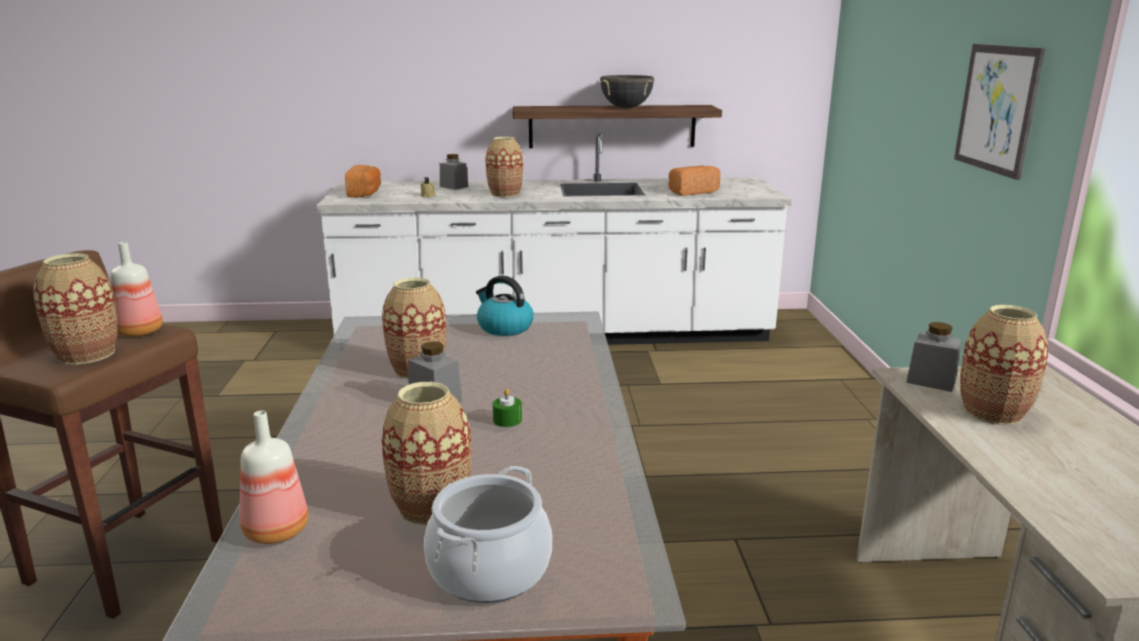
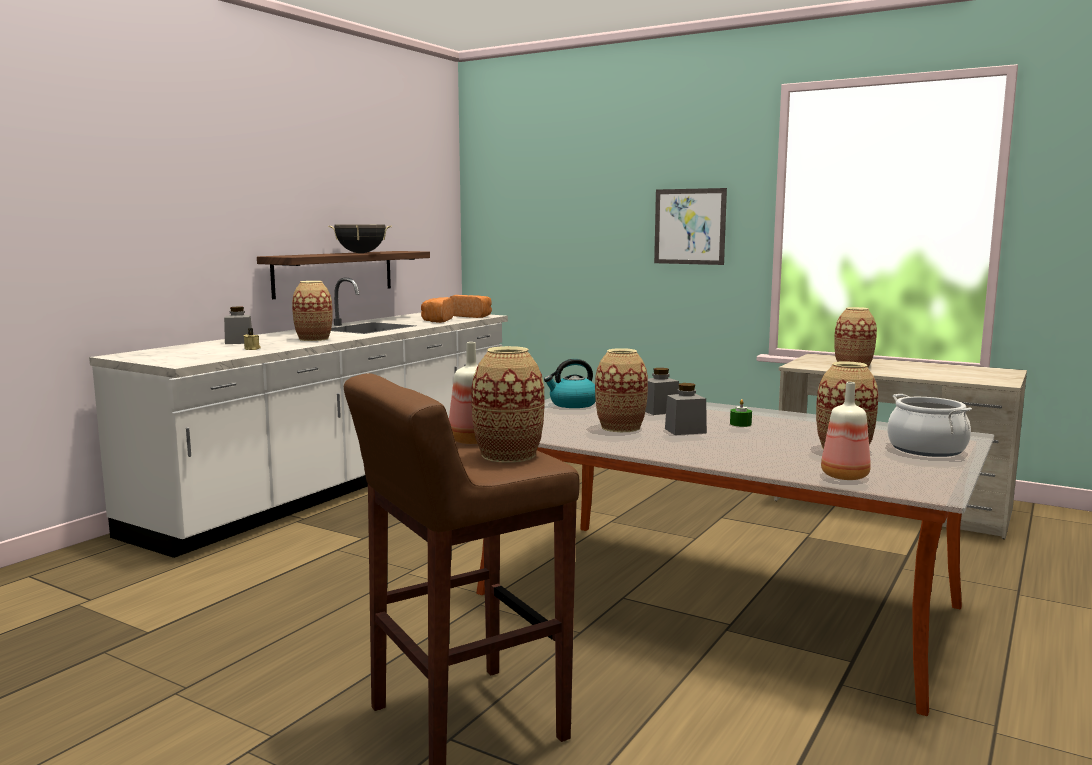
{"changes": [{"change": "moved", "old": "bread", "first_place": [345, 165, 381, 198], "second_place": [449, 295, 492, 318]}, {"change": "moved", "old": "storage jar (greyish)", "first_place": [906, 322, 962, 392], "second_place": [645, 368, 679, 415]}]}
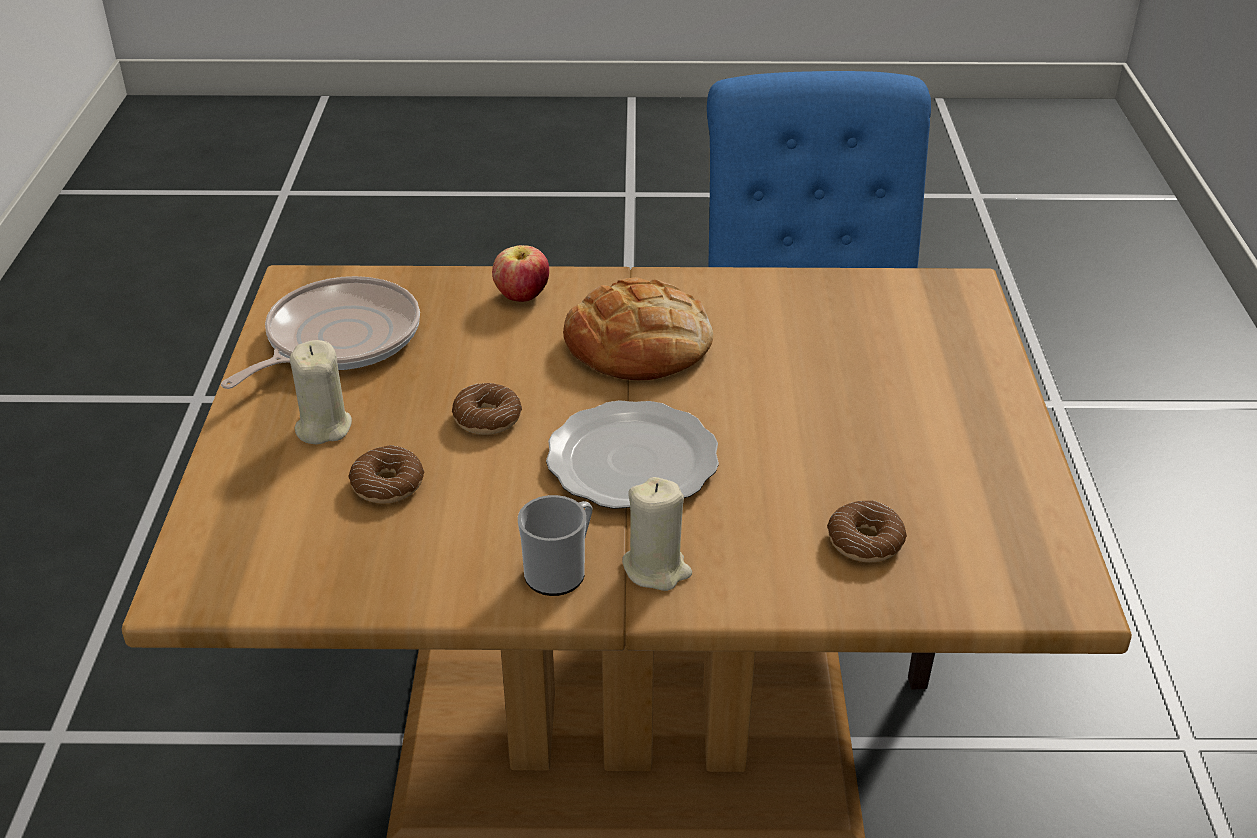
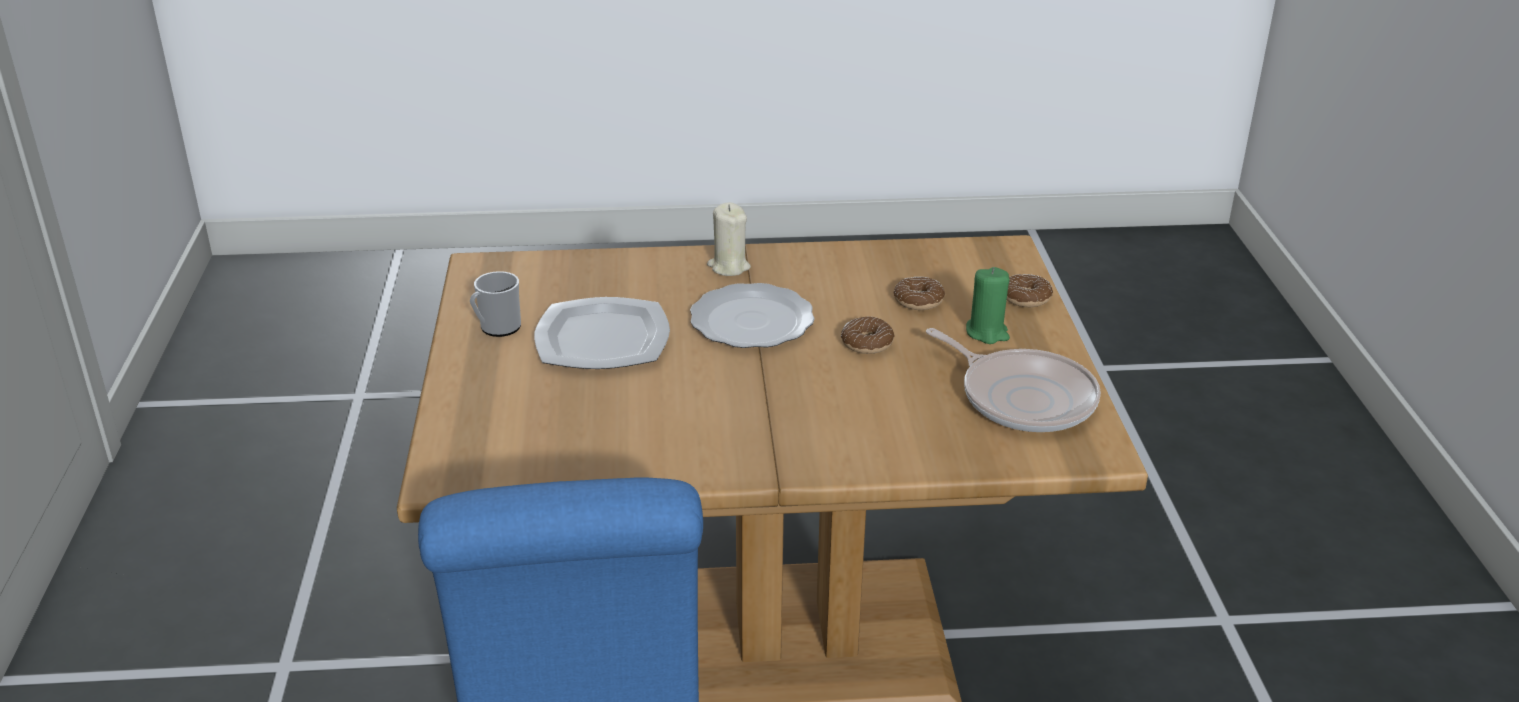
{"changes": [{"change": "removed", "old": "apple", "first_place": [492, 245, 549, 302]}, {"change": "turned", "old": "frying pan", "first_place": [221, 276, 420, 389], "second_place": [926, 328, 1101, 432], "degrees": -75}, {"change": "removed", "old": "bread", "first_place": [563, 277, 713, 380]}, {"change": "recoloured", "old": "wax light (sand-coloured)", "new": "wax light (green)", "first_place": [290, 340, 352, 444], "second_place": [966, 267, 1010, 344]}, {"change": "moved", "old": "mug", "first_place": [518, 495, 592, 596], "second_place": [470, 271, 521, 337]}, {"change": "moved", "old": "donut", "first_place": [827, 500, 907, 562], "second_place": [1007, 274, 1053, 307]}, {"change": "added", "new": "plate", "second_place": [534, 297, 670, 369]}]}
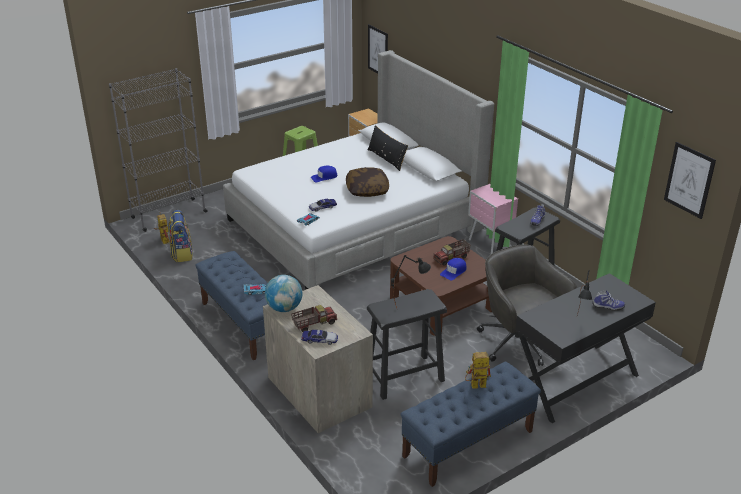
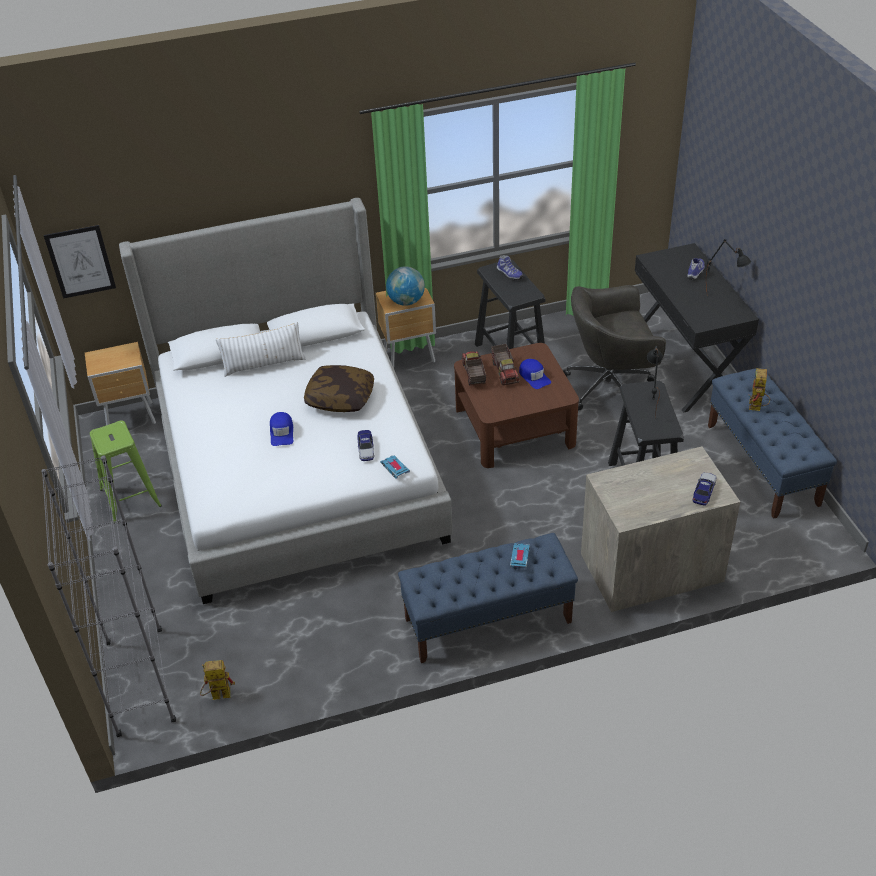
{"changes": [{"change": "recoloured", "old": "throw pillow (black-coloured)", "new": "throw pillow (whitish)", "first_place": [368, 125, 408, 171], "second_place": [216, 322, 305, 377]}, {"change": "removed", "old": "picture", "first_place": [664, 142, 716, 219]}, {"change": "recoloured", "old": "night table (pinkish)", "new": "night table (brown-coloured)", "first_place": [468, 184, 518, 254], "second_place": [376, 288, 436, 368]}, {"change": "removed", "old": "knapsack", "first_place": [169, 210, 193, 262]}, {"change": "moved", "old": "world globe", "first_place": [265, 275, 302, 312], "second_place": [386, 266, 425, 306]}, {"change": "moved", "old": "toy truck", "first_place": [291, 305, 337, 332], "second_place": [462, 351, 486, 385]}]}
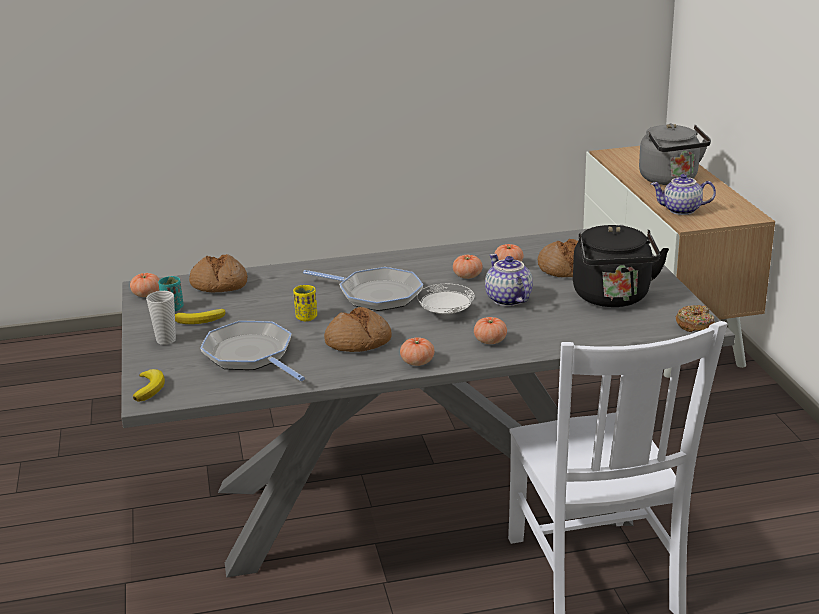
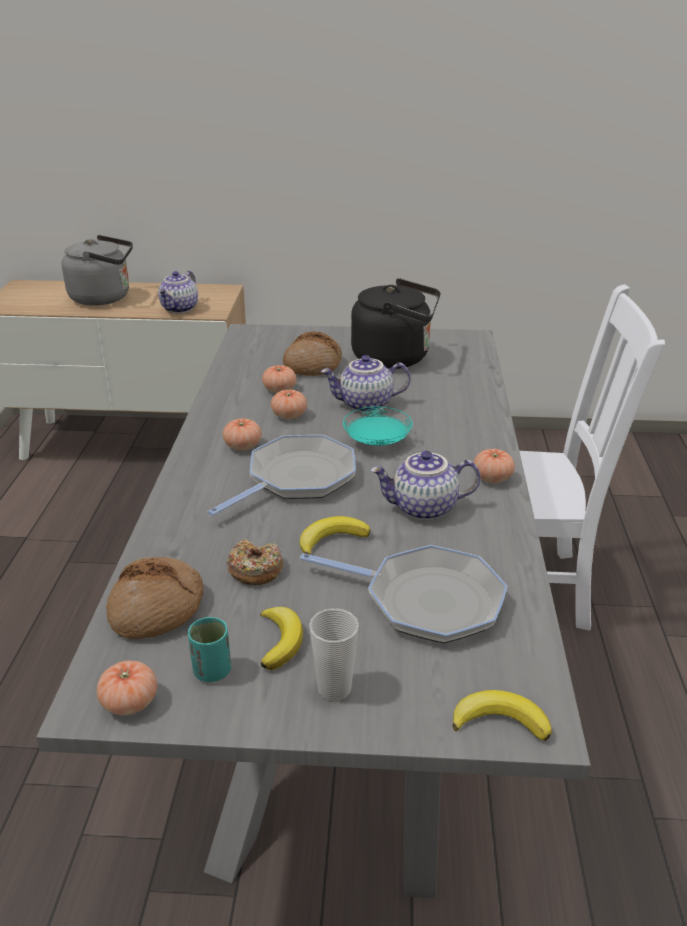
{"changes": [{"change": "recoloured", "old": "plate (whitish)", "new": "plate (blue-green)", "first_place": [417, 284, 475, 314], "second_place": [343, 406, 413, 446]}, {"change": "replaced", "old": "small cup (yellowish)", "new": "whole banana", "first_place": [293, 285, 317, 321], "second_place": [299, 516, 370, 555]}, {"change": "moved", "old": "donut", "first_place": [676, 305, 715, 332], "second_place": [227, 539, 283, 585]}, {"change": "replaced", "old": "bread", "new": "tea pot", "first_place": [324, 307, 392, 352], "second_place": [370, 451, 481, 521]}, {"change": "moved", "old": "whole tomato", "first_place": [474, 317, 507, 344], "second_place": [223, 418, 262, 450]}, {"change": "turned", "old": "frying pan", "first_place": [200, 321, 305, 381], "second_place": [300, 545, 508, 643], "degrees": -135}]}
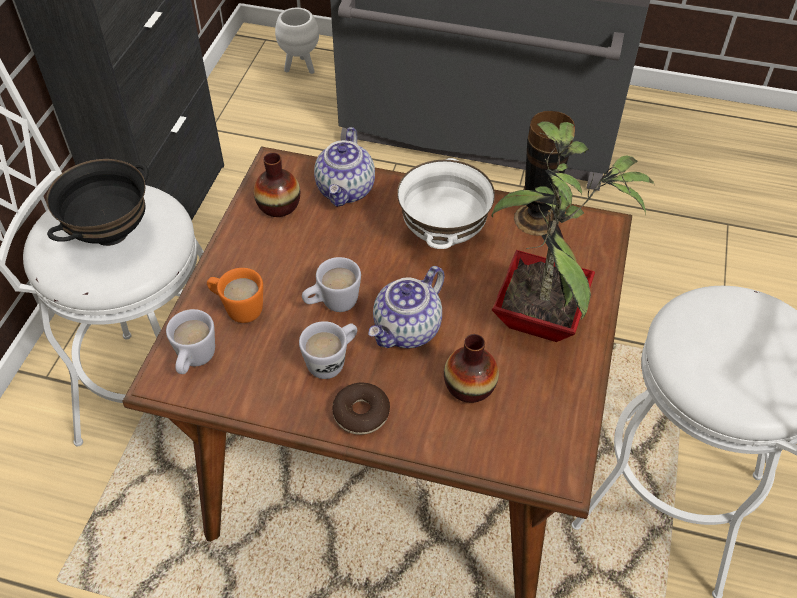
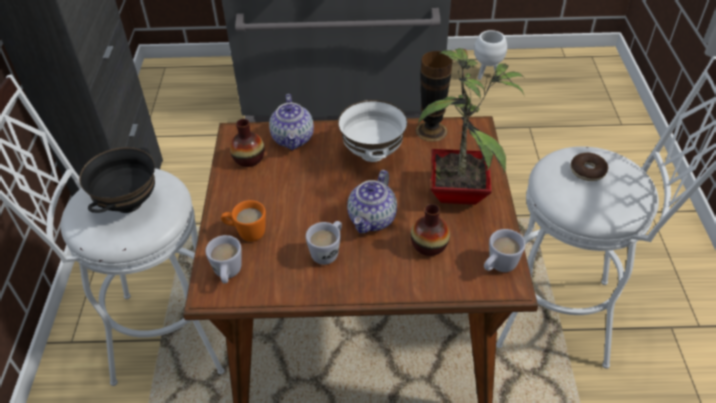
{"changes": [{"change": "moved", "old": "plant pot (whitish)", "first_place": [275, 8, 319, 74], "second_place": [474, 30, 507, 80]}, {"change": "moved", "old": "mug (whitish)", "first_place": [302, 257, 361, 312], "second_place": [484, 229, 525, 272]}, {"change": "moved", "old": "donut", "first_place": [332, 383, 390, 435], "second_place": [571, 153, 608, 181]}]}
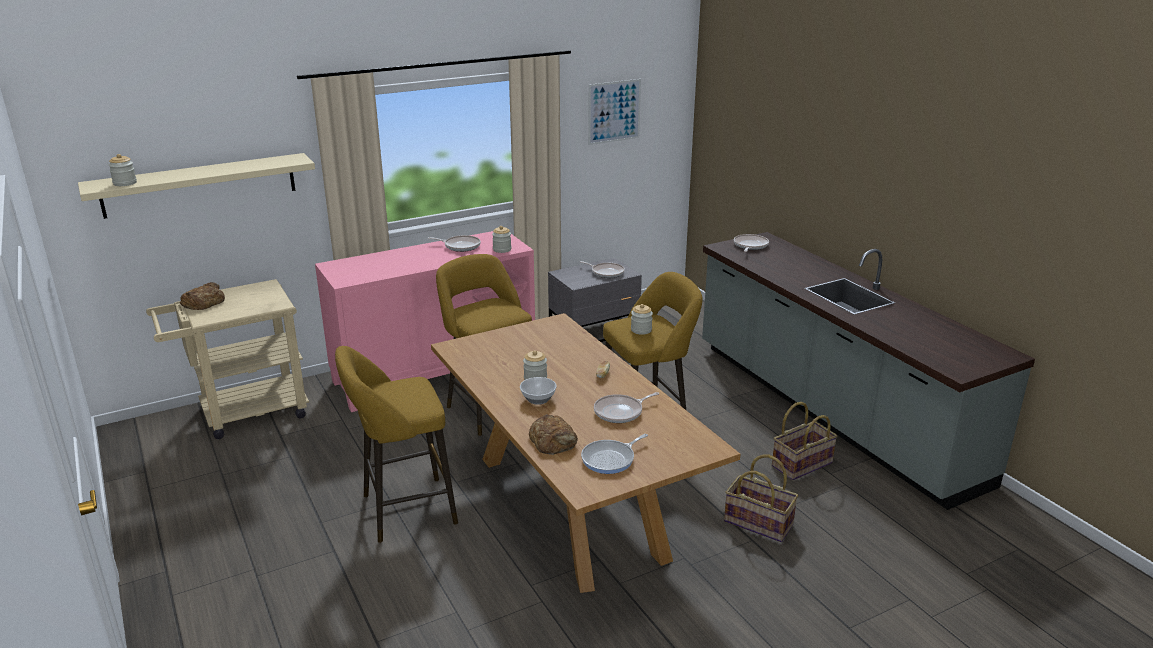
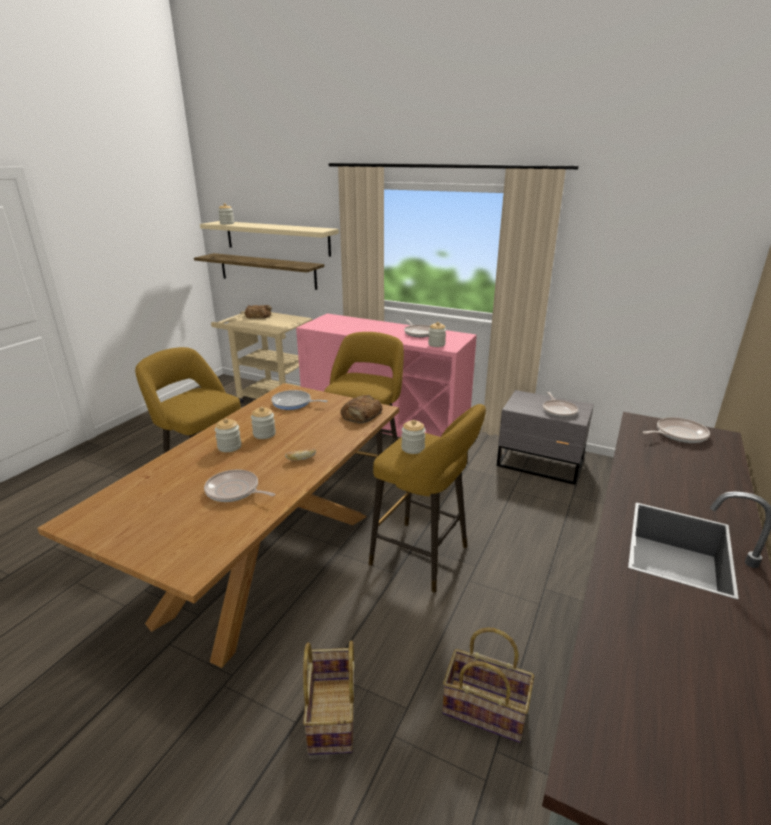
{"changes": [{"change": "removed", "old": "picture", "first_place": [588, 79, 641, 145]}, {"change": "replaced", "old": "deep dish", "new": "storage jar", "first_place": [520, 377, 557, 405], "second_place": [215, 418, 241, 452]}, {"change": "moved", "old": "bread", "first_place": [529, 414, 578, 455], "second_place": [341, 395, 382, 423]}, {"change": "moved", "old": "frying pan", "first_place": [581, 434, 648, 474], "second_place": [271, 390, 328, 410]}, {"change": "added", "new": "shelf", "second_place": [194, 253, 324, 290]}]}
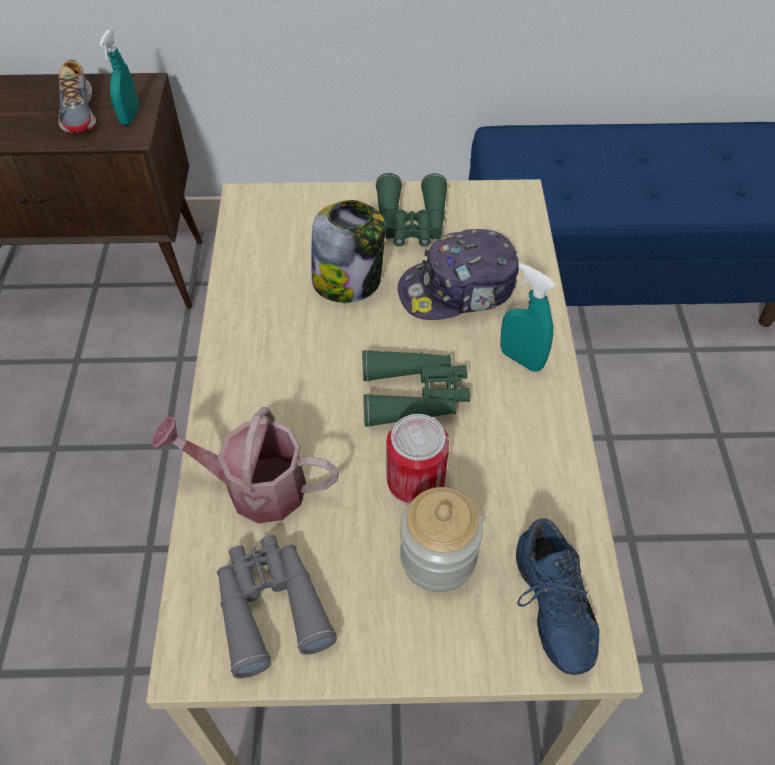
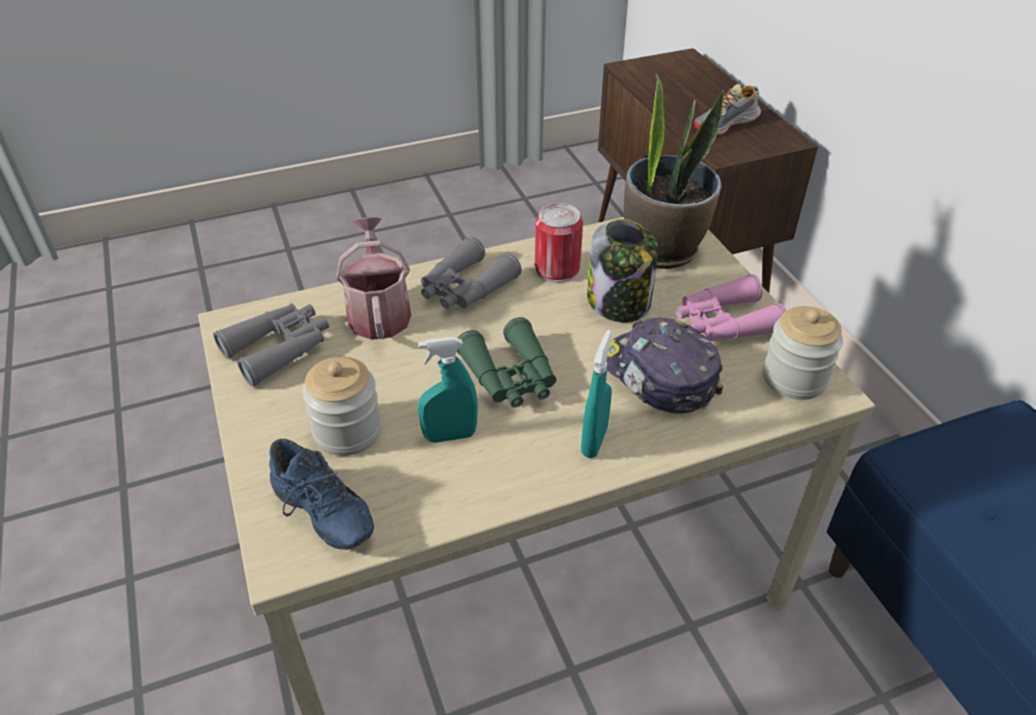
{"changes": [{"change": "moved", "old": "hand sprayer (blue-green)", "first_place": [99, 30, 139, 125], "second_place": [418, 337, 478, 443]}, {"change": "recoloured", "old": "pair of binoculars (green)", "new": "pair of binoculars (pinkish)", "first_place": [375, 173, 448, 247], "second_place": [676, 274, 787, 341]}, {"change": "moved", "old": "can", "first_place": [386, 414, 449, 505], "second_place": [535, 203, 583, 282]}, {"change": "turned", "old": "low shoe (blue)", "first_place": [516, 518, 599, 675], "second_place": [269, 439, 374, 550], "degrees": -105}, {"change": "added", "new": "houseplant", "second_place": [624, 72, 724, 269]}, {"change": "added", "new": "pair of binoculars (greyish)", "second_place": [421, 236, 522, 309]}, {"change": "added", "new": "storage jar", "second_place": [763, 306, 843, 400]}]}
